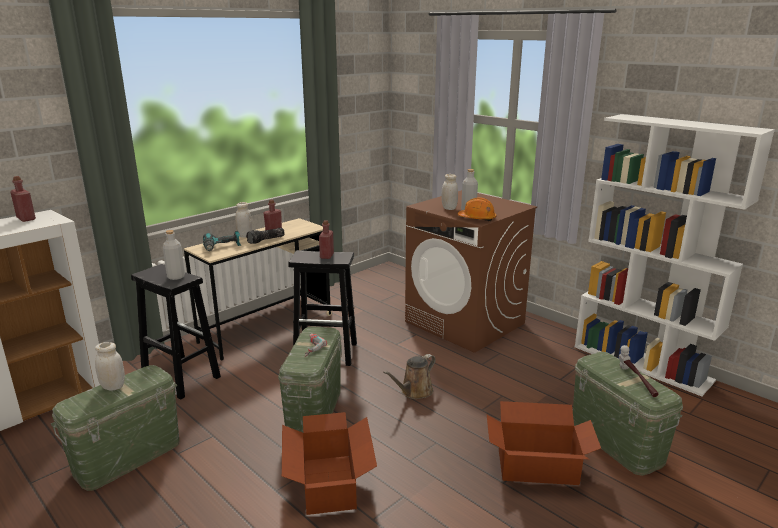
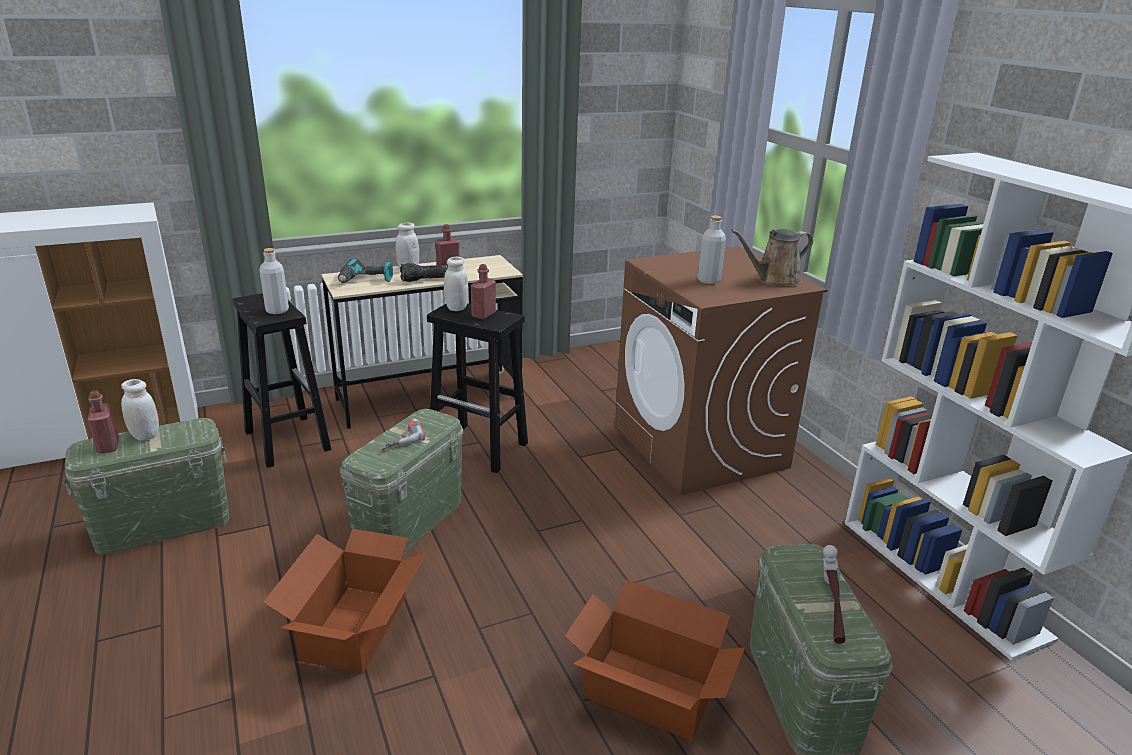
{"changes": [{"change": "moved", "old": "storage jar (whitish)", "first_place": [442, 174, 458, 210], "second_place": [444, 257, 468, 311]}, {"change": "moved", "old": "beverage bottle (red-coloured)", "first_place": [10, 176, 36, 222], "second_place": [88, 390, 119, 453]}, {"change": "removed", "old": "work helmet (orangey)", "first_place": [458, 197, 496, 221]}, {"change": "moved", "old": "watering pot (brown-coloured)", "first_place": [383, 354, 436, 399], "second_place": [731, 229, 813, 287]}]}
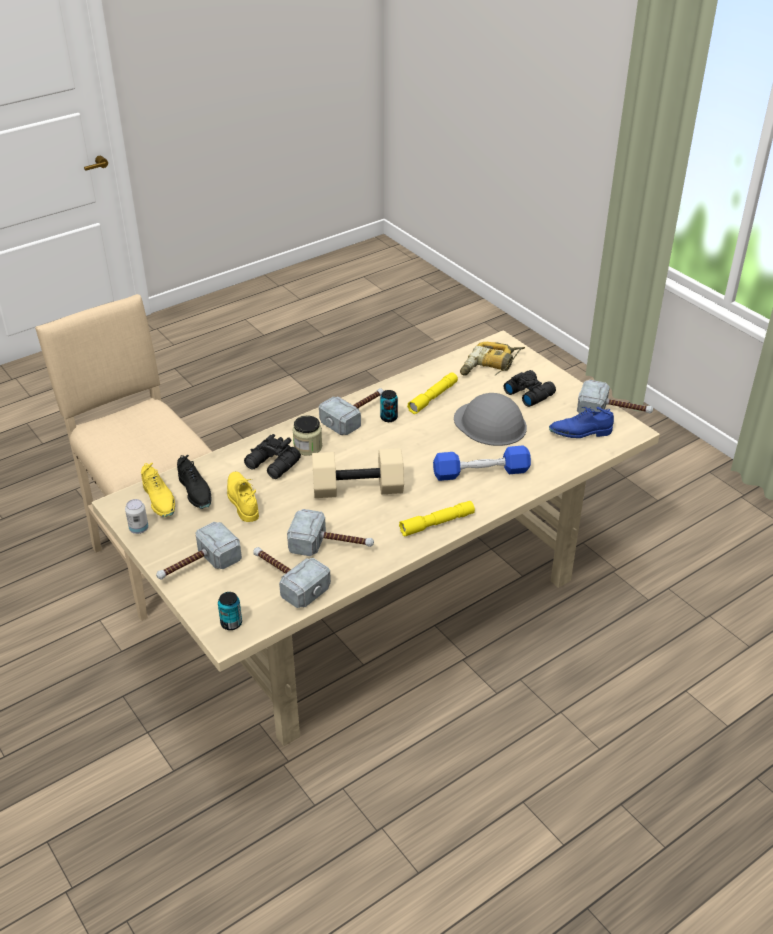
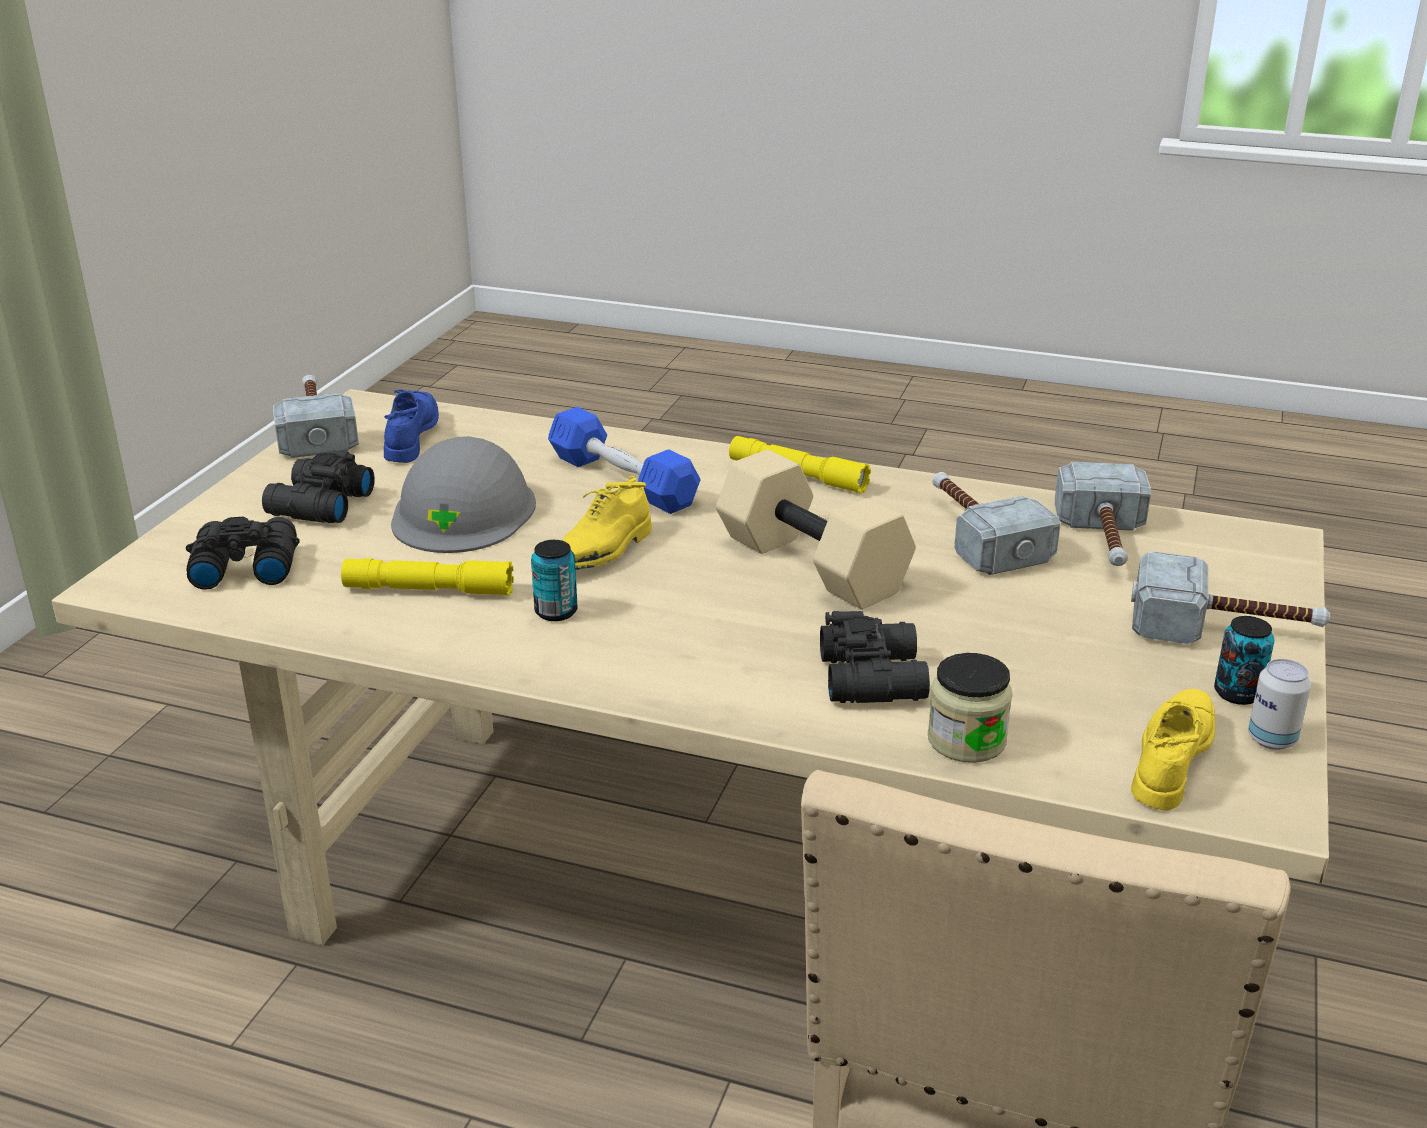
{"changes": [{"change": "replaced", "old": "drill", "new": "pair of binoculars (black-coloured)", "first_place": [460, 342, 525, 376], "second_place": [186, 517, 300, 590]}, {"change": "removed", "old": "hand hammer", "first_place": [319, 388, 384, 435]}, {"change": "turned", "old": "low shoe (blue)", "first_place": [549, 407, 614, 438], "second_place": [384, 390, 439, 463], "degrees": -135}, {"change": "moved", "old": "storage jar", "first_place": [293, 415, 322, 456], "second_place": [928, 653, 1012, 763]}, {"change": "removed", "old": "low shoe (black-coloured)", "first_place": [177, 455, 211, 509]}, {"change": "moved", "old": "low shoe (yellowish)", "first_place": [227, 472, 259, 522], "second_place": [562, 476, 652, 570]}, {"change": "moved", "old": "can", "first_place": [218, 592, 242, 630], "second_place": [1214, 616, 1274, 705]}]}
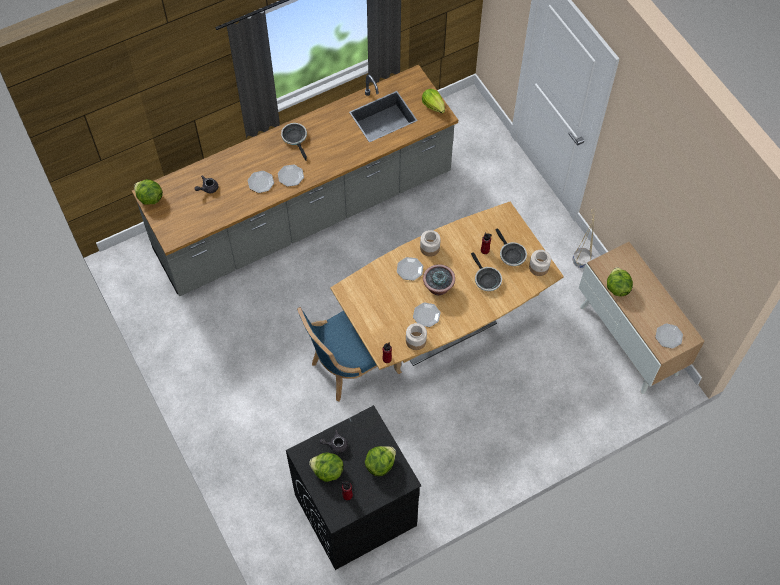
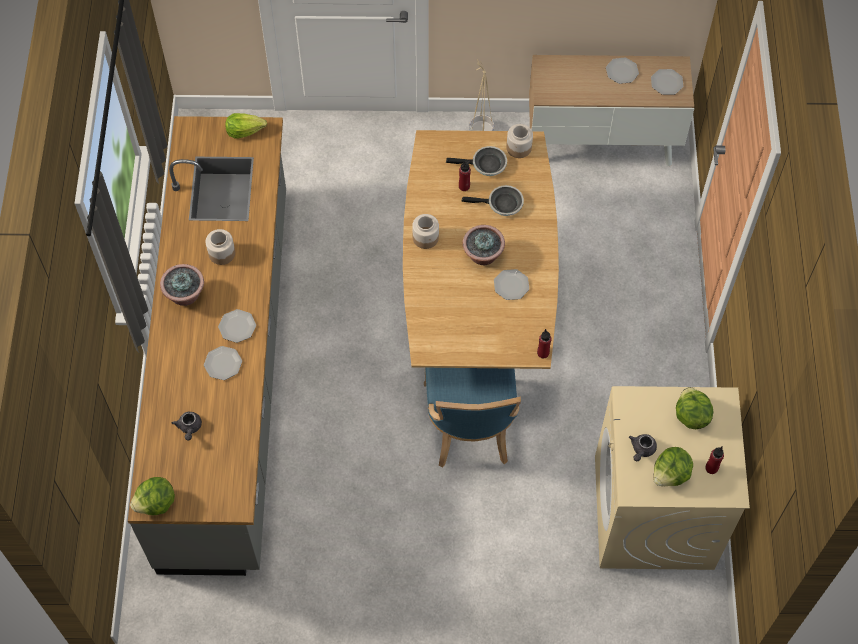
{"changes": [{"change": "replaced", "old": "frying pan", "new": "houseplant", "first_place": [281, 123, 307, 160], "second_place": [160, 264, 204, 306]}, {"change": "moved", "old": "plate", "first_place": [397, 257, 423, 281], "second_place": [606, 57, 639, 84]}, {"change": "removed", "old": "lettuce", "first_place": [607, 267, 633, 297]}, {"change": "moved", "old": "storage jar", "first_place": [406, 323, 427, 350], "second_place": [206, 229, 235, 265]}, {"change": "recoloured", "old": "laundry machine (black-coloured)", "new": "laundry machine (sand-coloured)", "first_place": [286, 405, 422, 570], "second_place": [595, 386, 750, 570]}]}
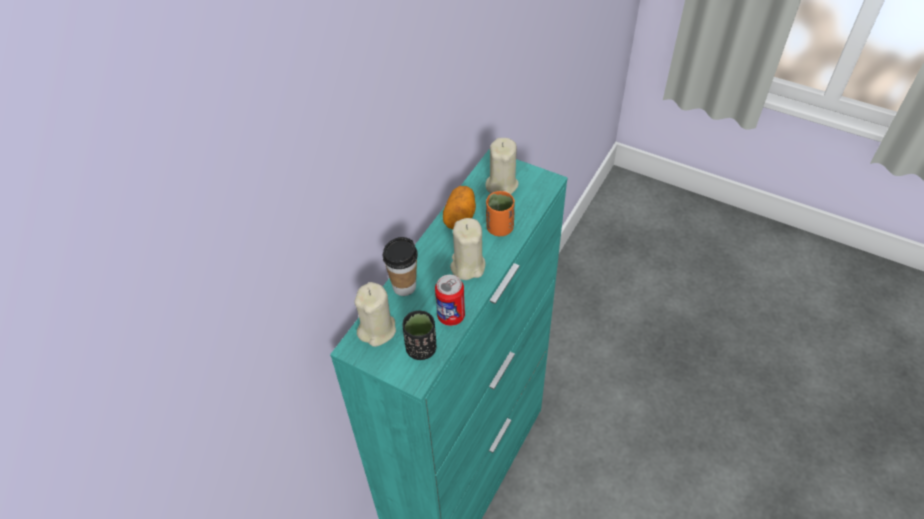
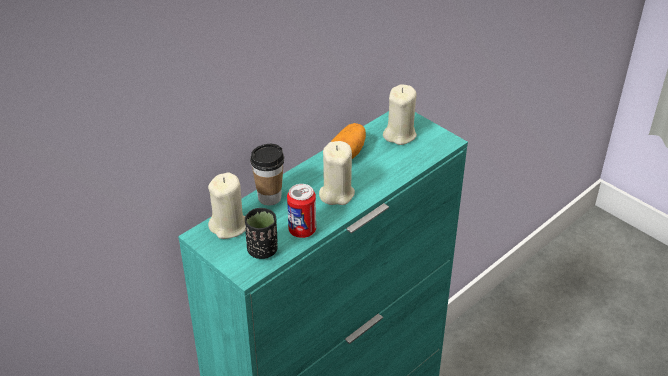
{"changes": [{"change": "removed", "old": "small cup (orangey)", "first_place": [486, 191, 515, 236]}]}
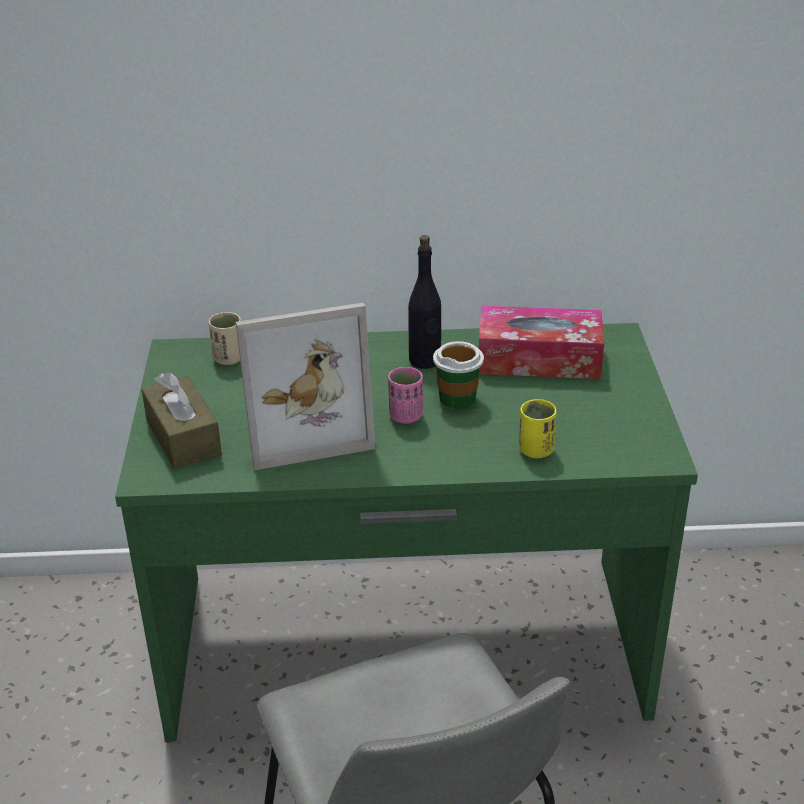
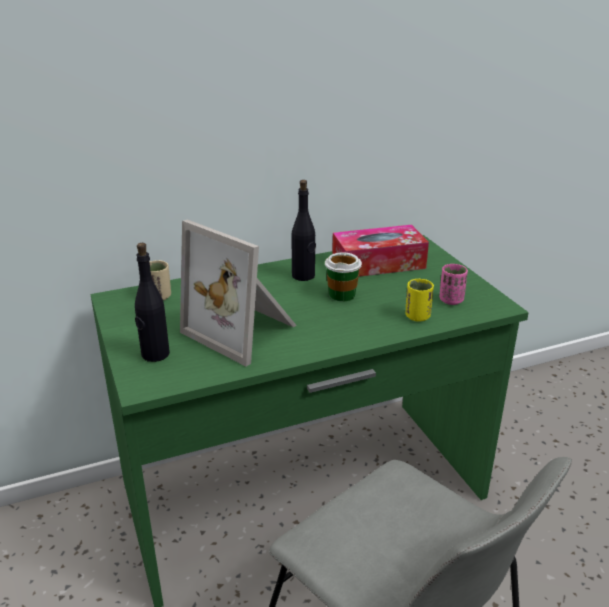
{"changes": [{"change": "turned", "old": "standing frame", "first_place": [236, 303, 375, 470], "second_place": [180, 219, 297, 366], "degrees": 75}, {"change": "moved", "old": "small cup (pinkish)", "first_place": [388, 367, 423, 424], "second_place": [440, 264, 468, 305]}, {"change": "replaced", "old": "tissue box (brown-coloured)", "new": "beverage bottle (black-coloured)", "first_place": [141, 372, 222, 469], "second_place": [135, 243, 170, 362]}]}
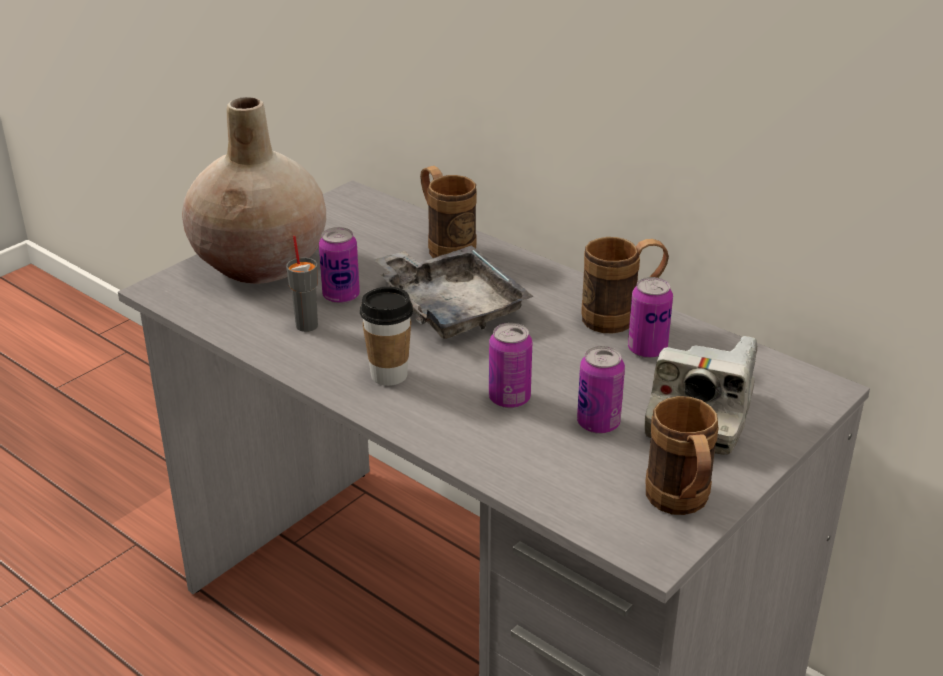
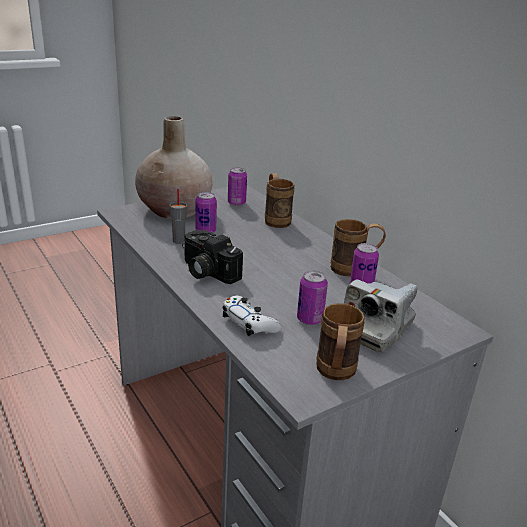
{"changes": [{"change": "removed", "old": "tray (greyish)", "first_place": [374, 245, 534, 339]}, {"change": "replaced", "old": "small cup", "new": "still camera", "first_place": [360, 287, 413, 386], "second_place": [182, 230, 243, 284]}, {"change": "moved", "old": "can", "first_place": [489, 323, 532, 408], "second_place": [228, 167, 247, 206]}, {"change": "added", "new": "joypad (whitish)", "second_place": [223, 295, 281, 336]}]}
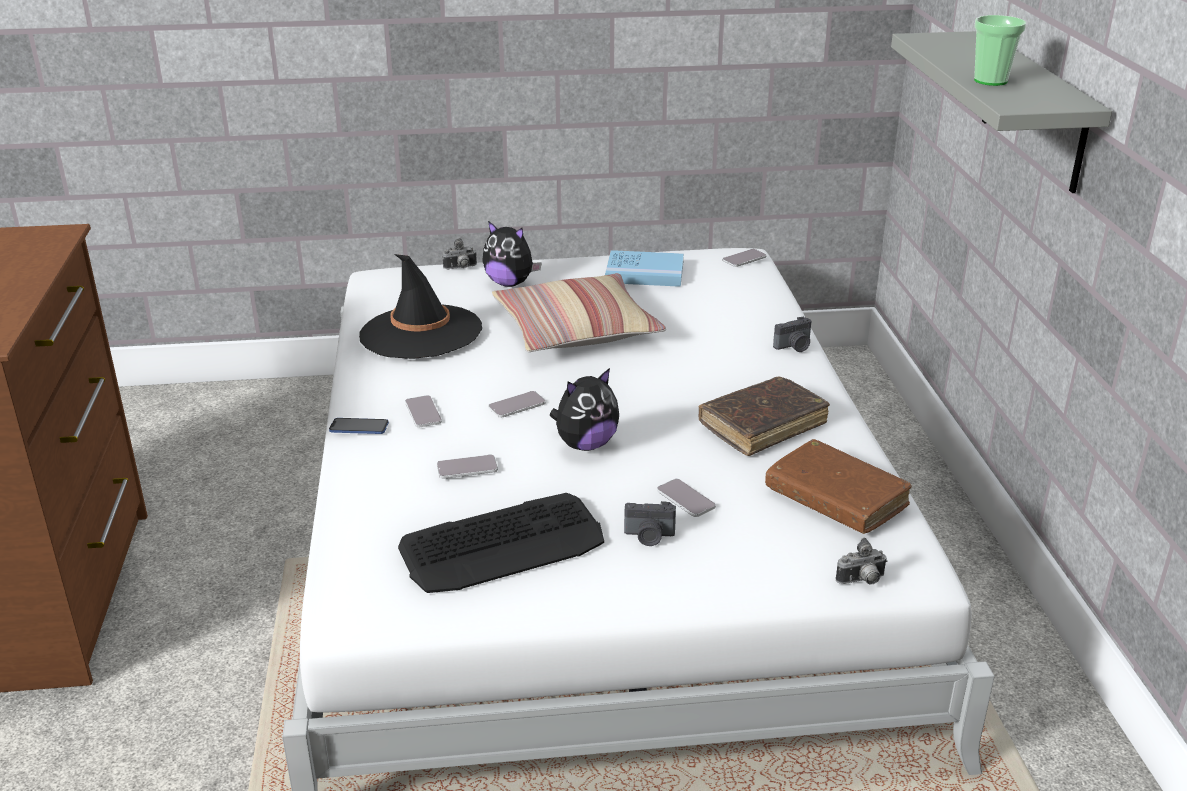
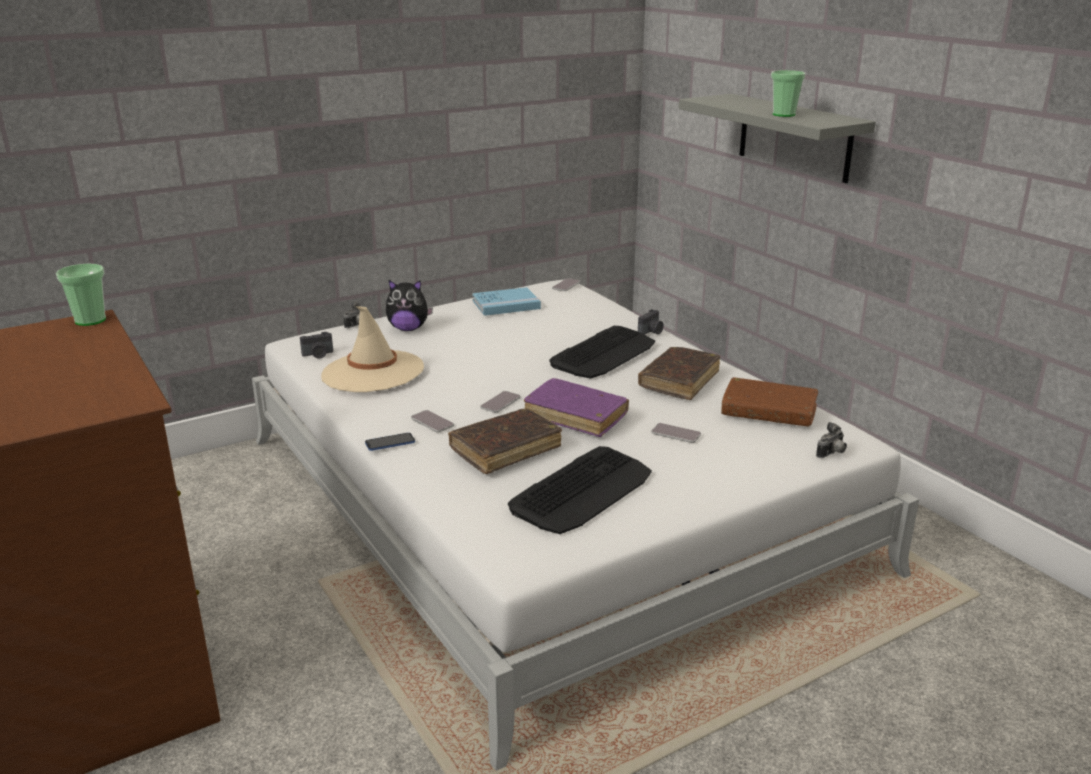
{"changes": [{"change": "recoloured", "old": "hat (black-coloured)", "new": "hat (sand-coloured)", "first_place": [359, 254, 482, 359], "second_place": [321, 306, 424, 392]}, {"change": "removed", "old": "throw pillow", "first_place": [492, 273, 666, 352]}, {"change": "replaced", "old": "soft toy", "new": "book (purple-coloured)", "first_place": [549, 368, 619, 451], "second_place": [524, 378, 629, 437]}, {"change": "replaced", "old": "handset", "new": "book (brown-coloured)", "first_place": [437, 454, 498, 479], "second_place": [448, 409, 562, 474]}, {"change": "moved", "old": "still camera", "first_place": [624, 501, 676, 546], "second_place": [300, 332, 333, 359]}, {"change": "added", "new": "small cup", "second_place": [56, 264, 106, 326]}, {"change": "added", "new": "keyboard", "second_place": [549, 326, 655, 378]}]}
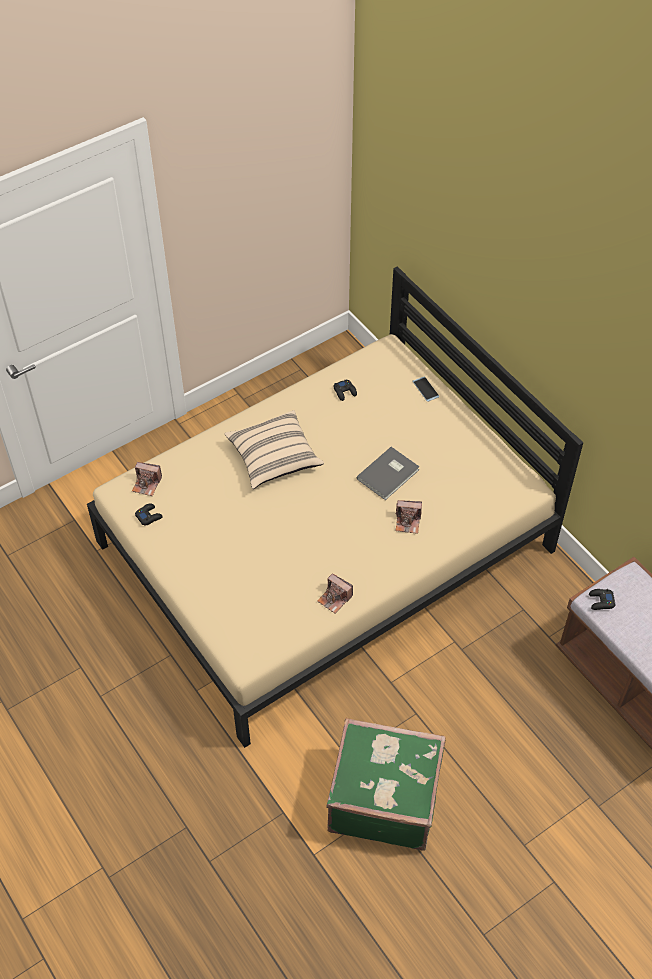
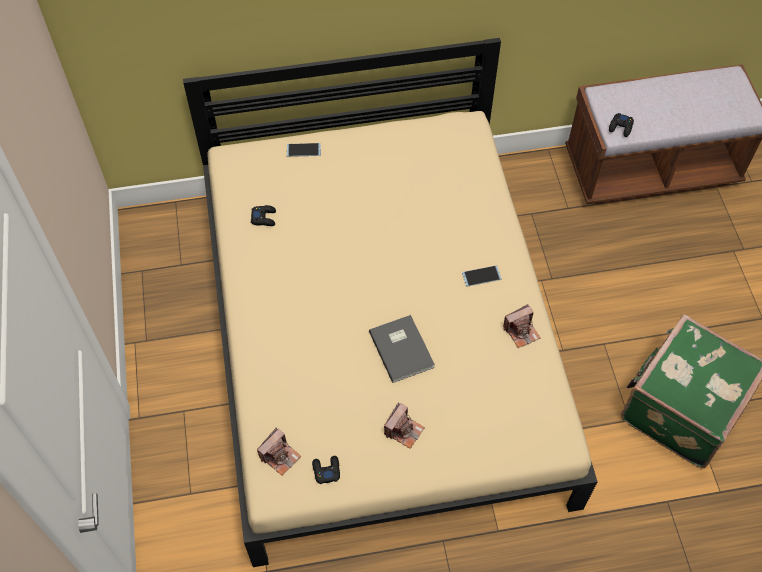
{"changes": [{"change": "removed", "old": "throw pillow (sand-coloured)", "first_place": [225, 410, 324, 489]}, {"change": "moved", "old": "book (greyish)", "first_place": [357, 447, 420, 500], "second_place": [369, 315, 435, 383]}, {"change": "moved", "old": "still camera", "first_place": [395, 500, 422, 534], "second_place": [384, 402, 425, 449]}, {"change": "added", "new": "handset", "second_place": [462, 265, 501, 286]}]}
